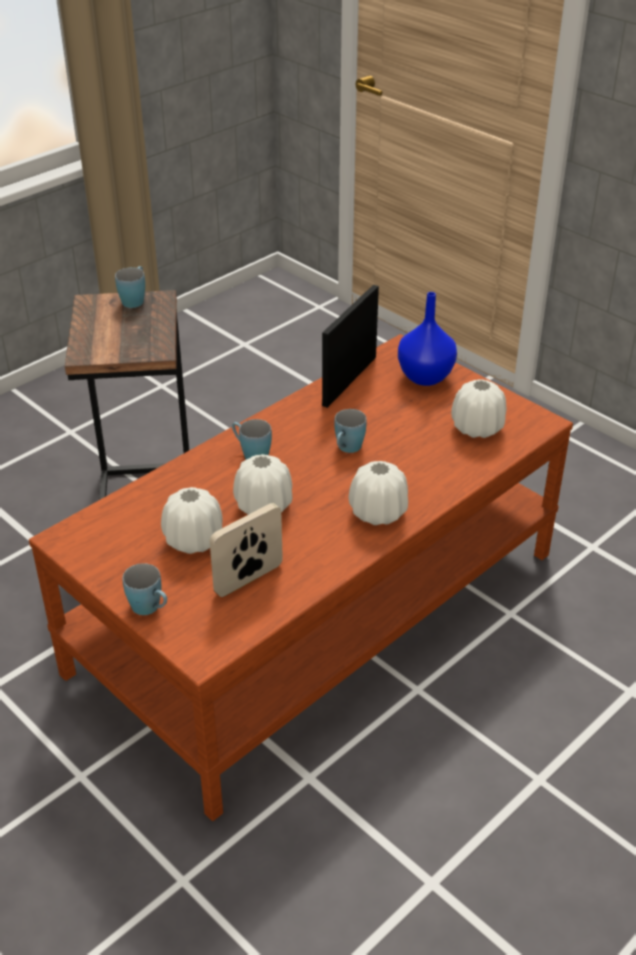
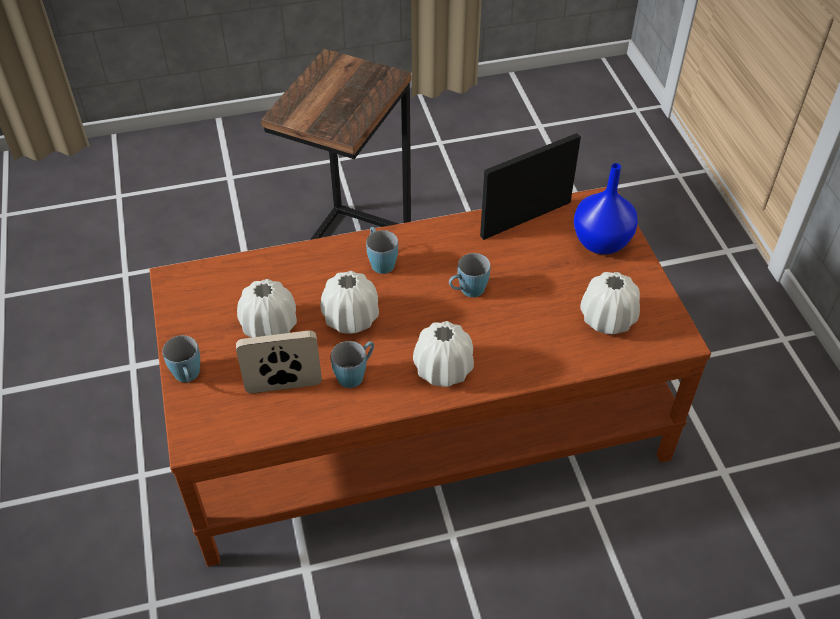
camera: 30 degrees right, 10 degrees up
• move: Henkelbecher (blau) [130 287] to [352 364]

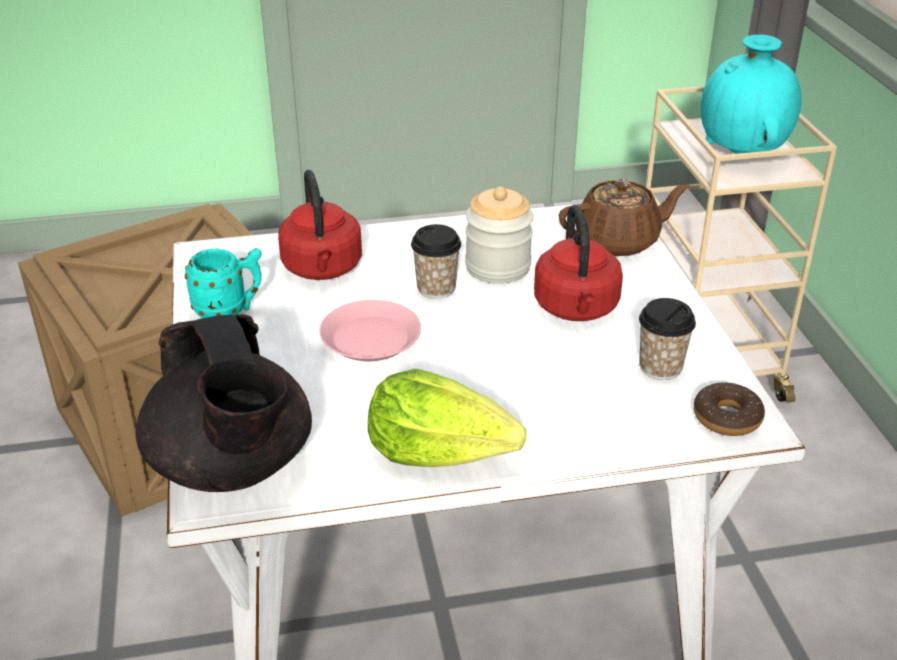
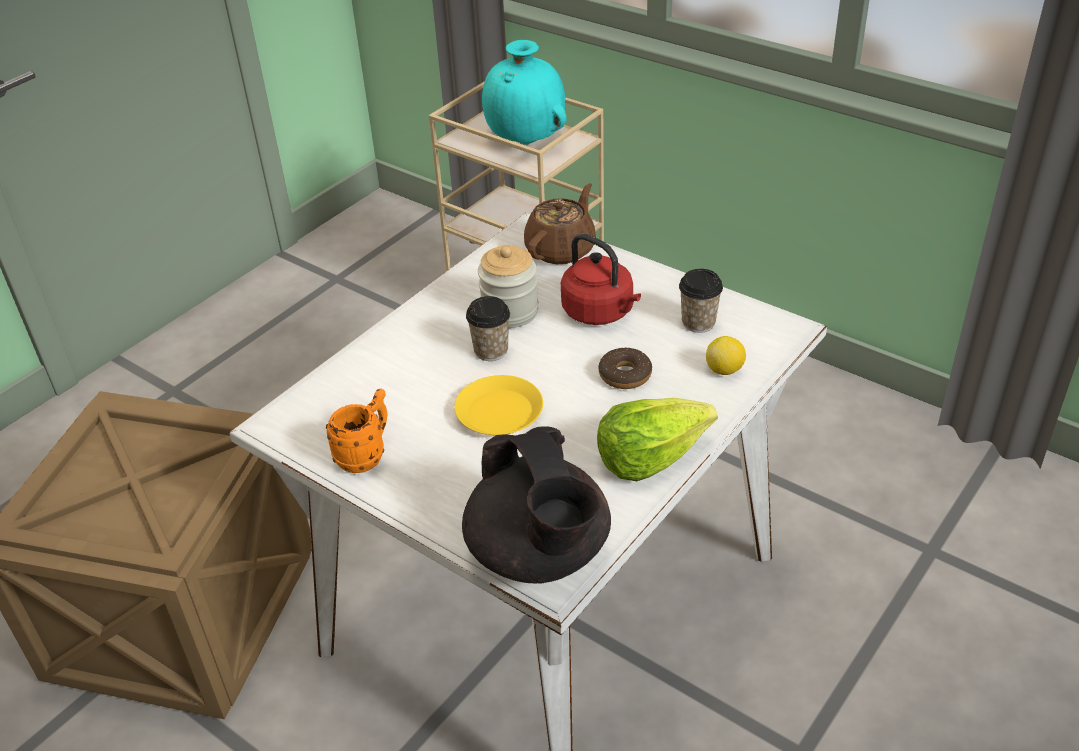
camera: 40 degrees left, 5 degrees up
• delete: Wasserkessel (rot) [320 225]
• insert: Zitrone [726 355]
• move: Donut [729 409] to [625 368]
• recolor: Henkelbecher (türkis) [223 283] to Henkelbecher (orange) [357 431]
• recolor: Teller (rosa) [370 330] to Teller (gelb) [498 405]
• rotate: Teekanne (schwarz) [224 403] = [536 504] 45 degrees clockwise

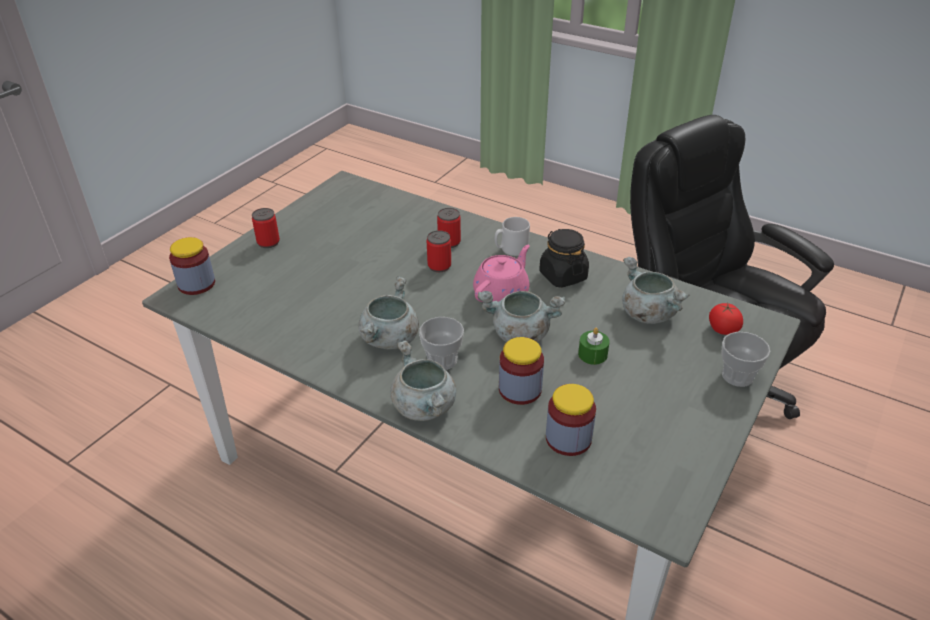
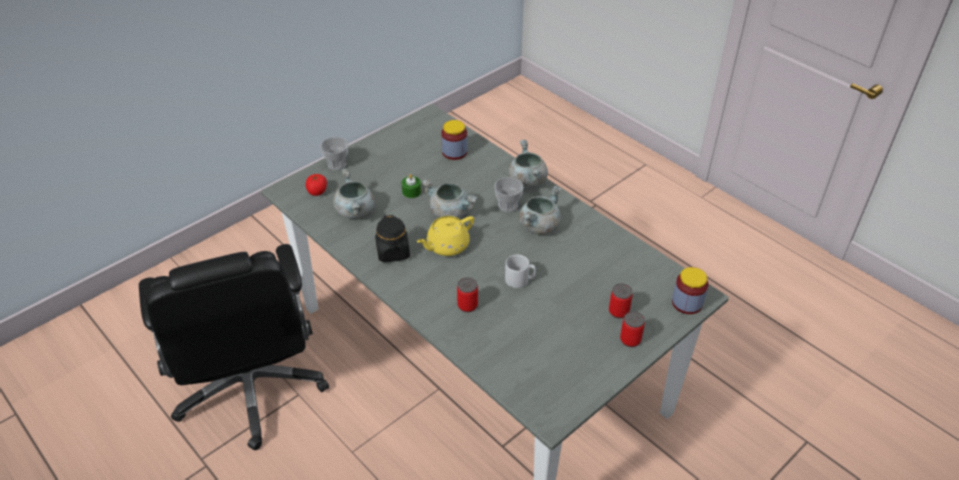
camera: 165 degrees left, 5 degrees up
• delete: Vorratsglas [521 371]
• move: Dose [439 251] to [621 301]
• move: Henkelbecher (grau) [512 236] to [520 271]
• recolor: Teekanne (rosa) [501 273] to Teekanne (gelb) [445 236]

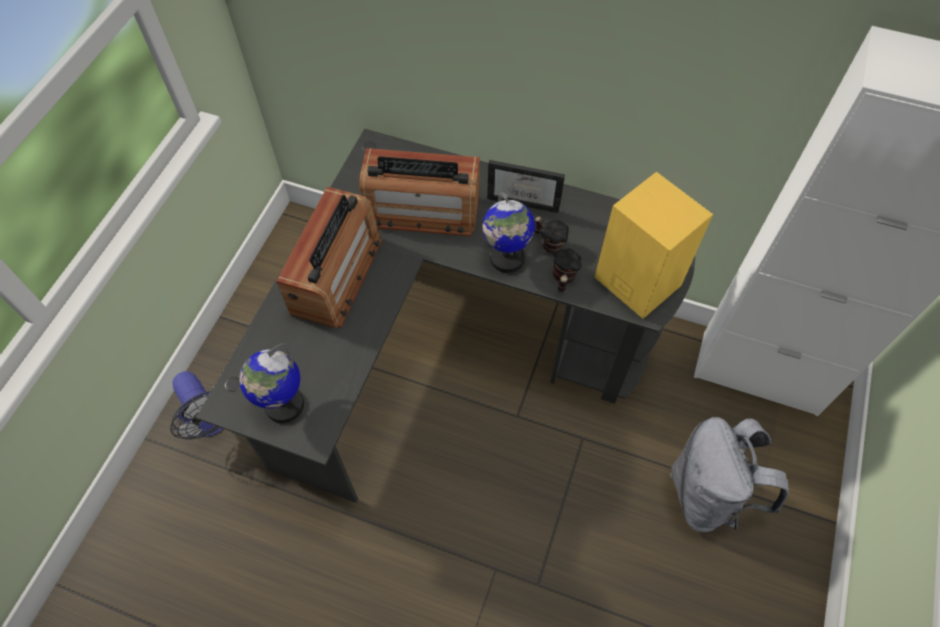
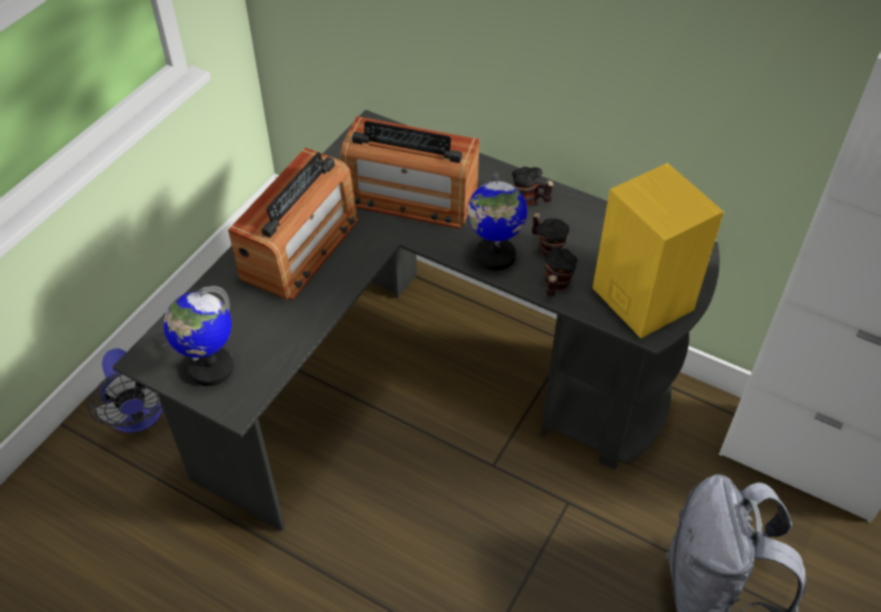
camera: 10 degrees right, 10 degrees down
• replace: Bilderrahmen [526 186] to Henkelbecher [533 186]

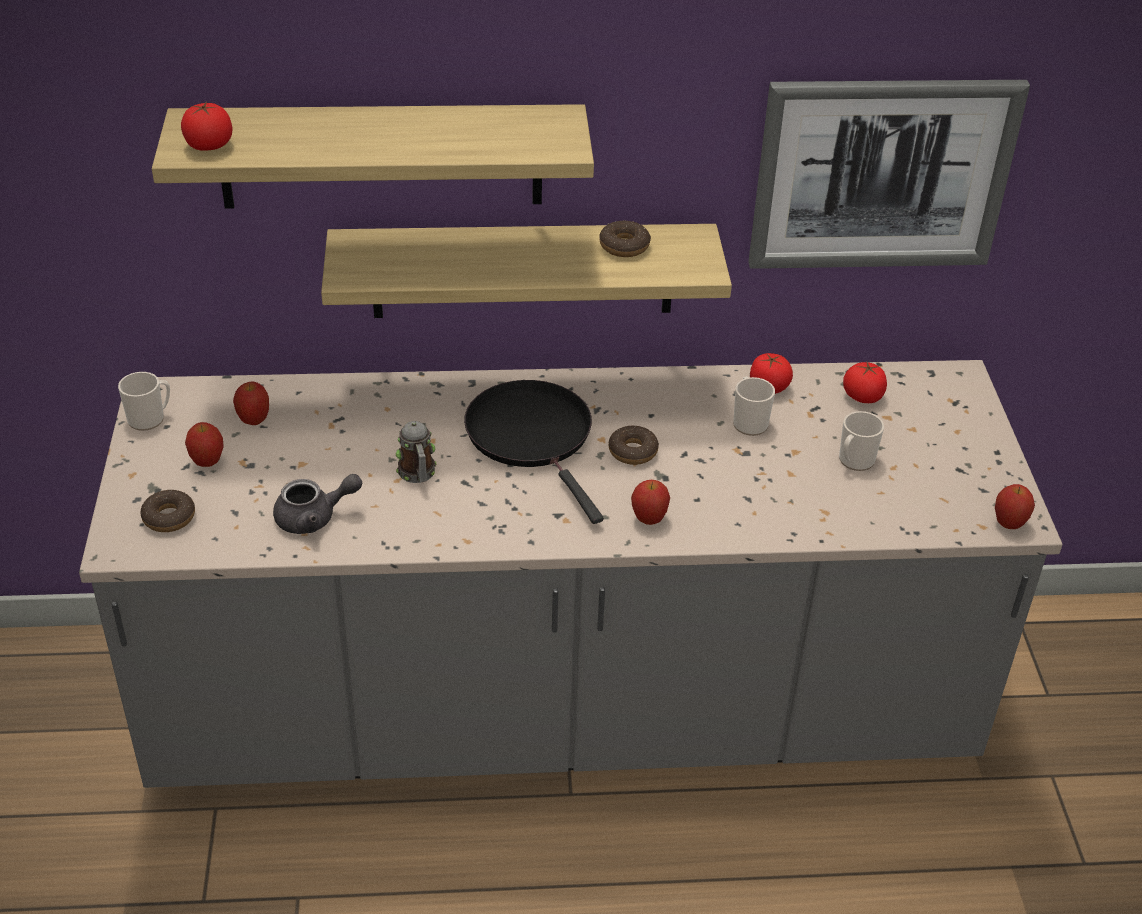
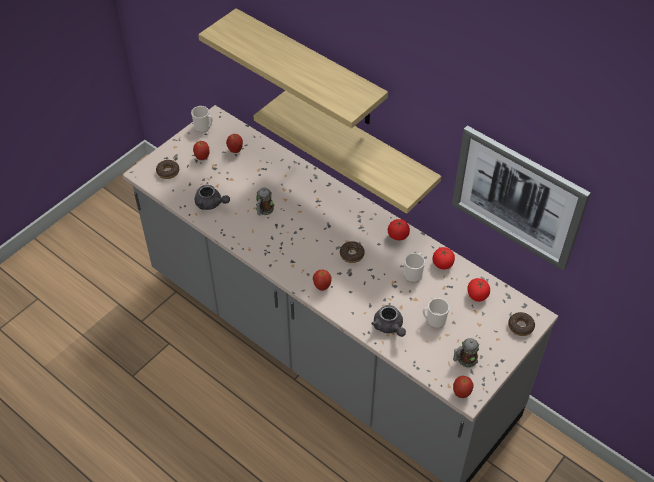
camera: 45 degrees right, 10 degrees up
• delete: Pfanne (schwarz) [534 452]
• insert: Teekanne (grau) [388 321]
• insert: Henkelbecher [466 353]
• move: Tomate [207 126] to [399 229]
• move: Donut [625 238] to [521 324]

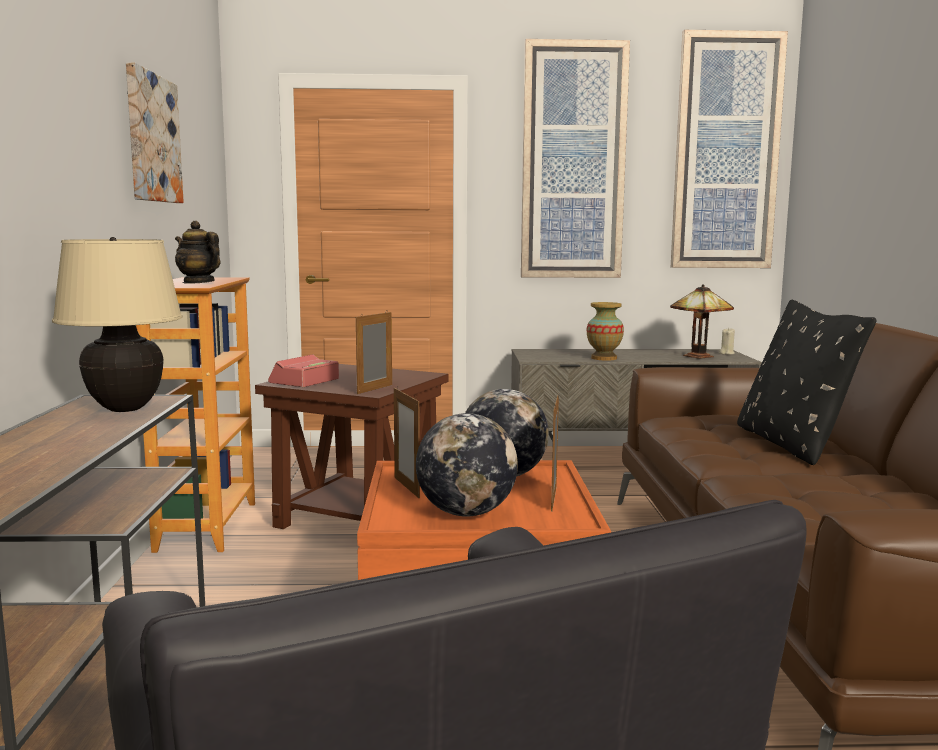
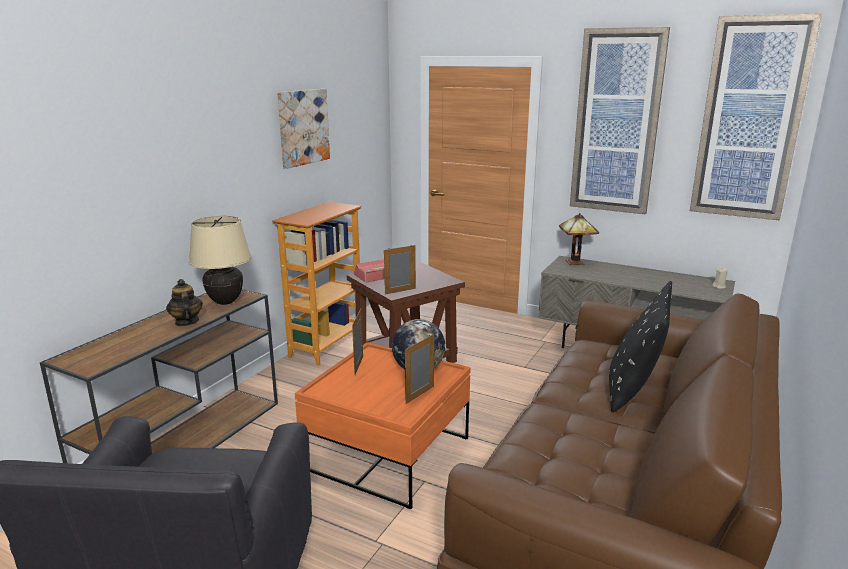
camera: 30 degrees right, 10 degrees up
• delete: Globus [467 465]
• delete: Vase [605 331]
• move: Teekanne [198 252] to [184 302]
• move: Tischlampe [702 321] to [579 239]

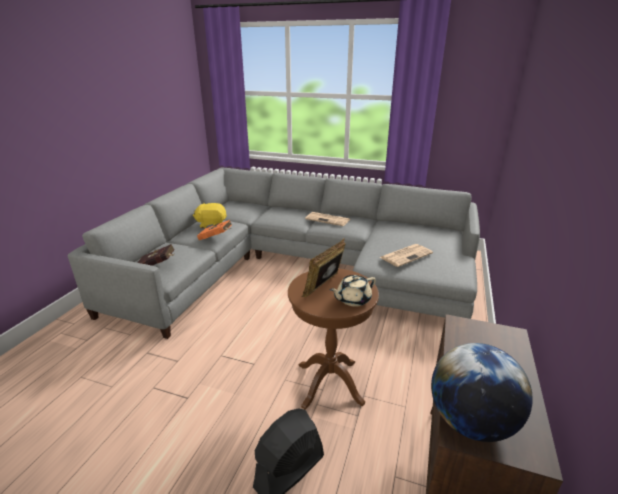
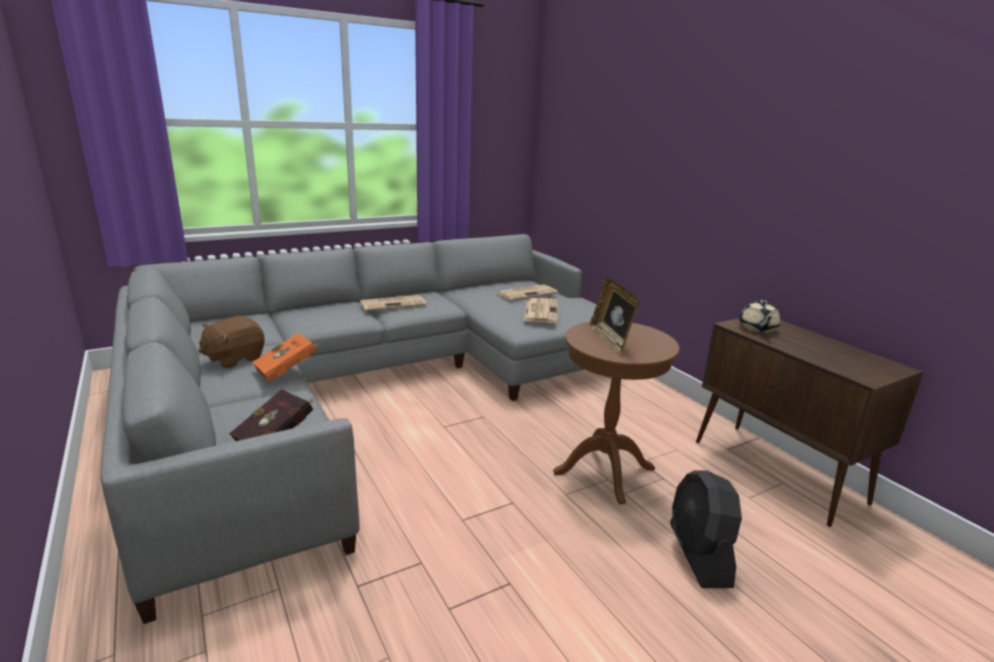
camera: 50 degrees left, 5 degrees down
• delete: Globus [482 392]
• insert: Zeitung [527 293]
• move: Teekanne (beige) [353 291] to [759 316]
• recolor: Plüschtier (gelb) [210 215] to Plüschtier (braun) [232 342]

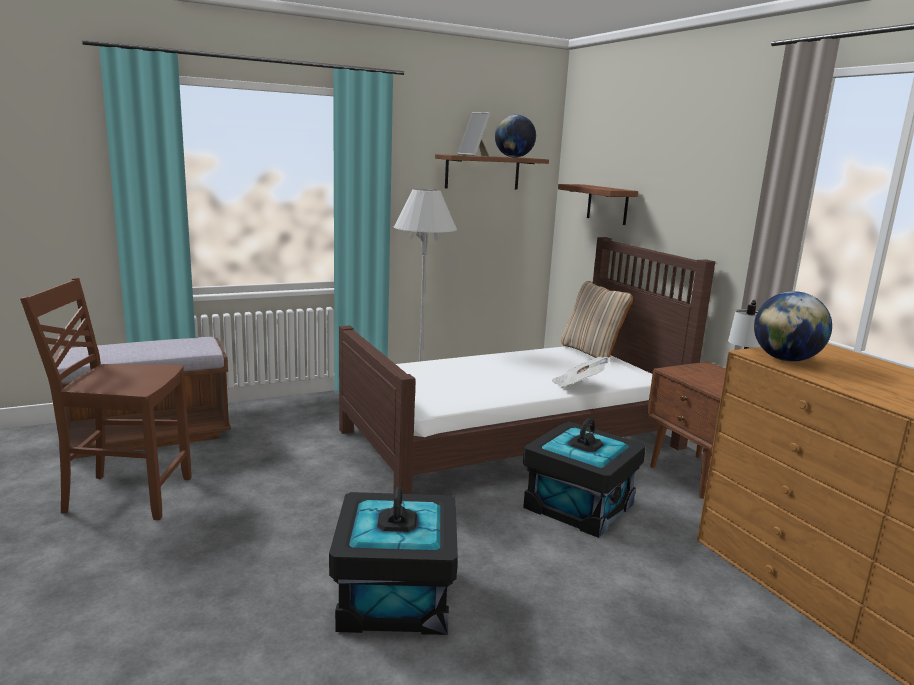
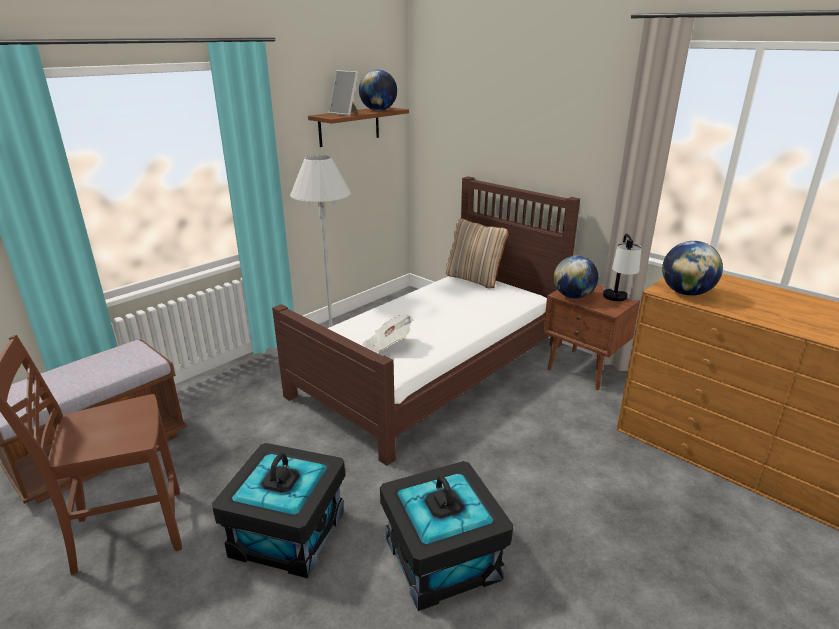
camera: 20 degrees left, 10 degrees up
• delete: Wandregal [598 204]
• insert: Globus [576 277]
• move: Aufbewahrungsbox (schwarz) [584 478] to [278 510]
• move: Zeitung [581 372] to [388 334]

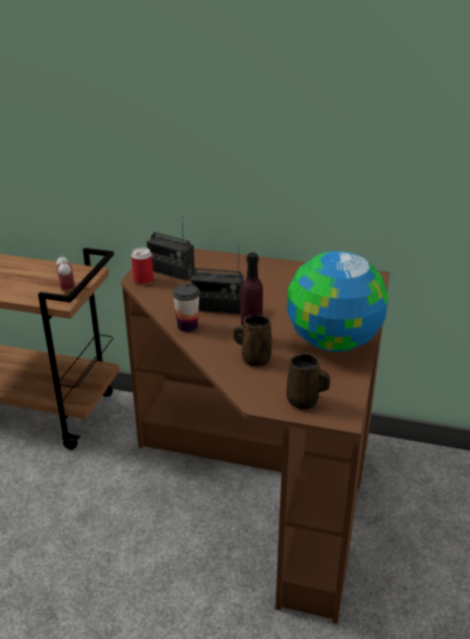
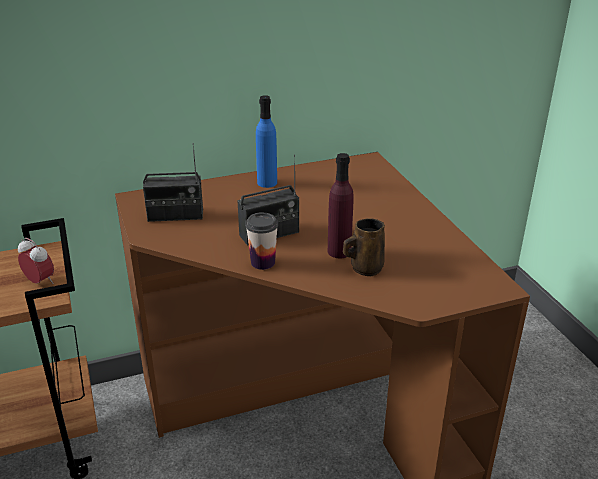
camera: 35 degrees left, 0 degrees up
• delete: Dose [142 266]
• delete: Henkelbecher (braun) [308 381]
• delete: Globus [337 301]
• insert: Flasche (blau) [266 141]

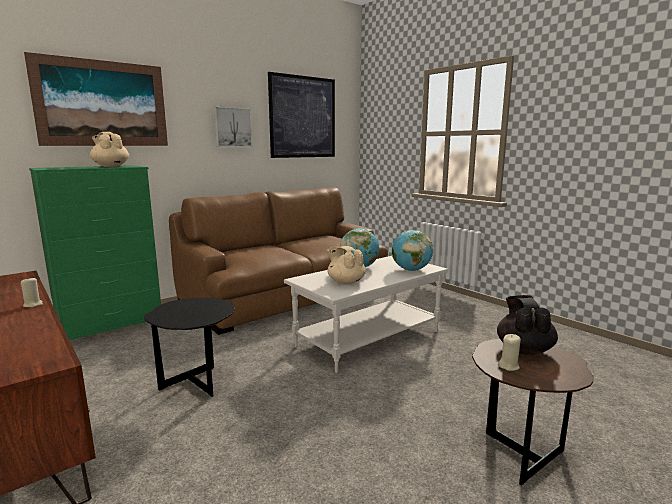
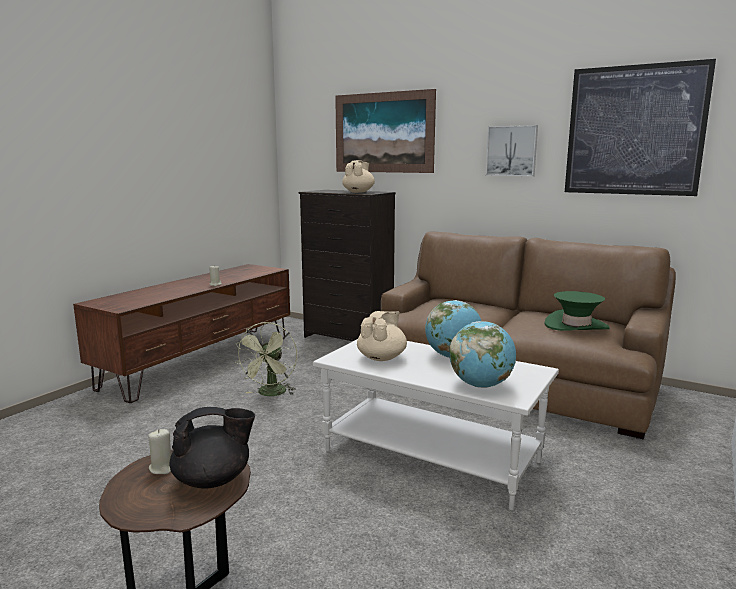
camera: 70 degrees right, 0 degrees up
• insert: Hut (grün) [577 311]
• replace: Beistelltisch (schwarz) [189 347] to Ventilator (grün) [266 359]
• recolor: Kommode (grün) [95 252] to Kommode (schwarz) [347 265]

